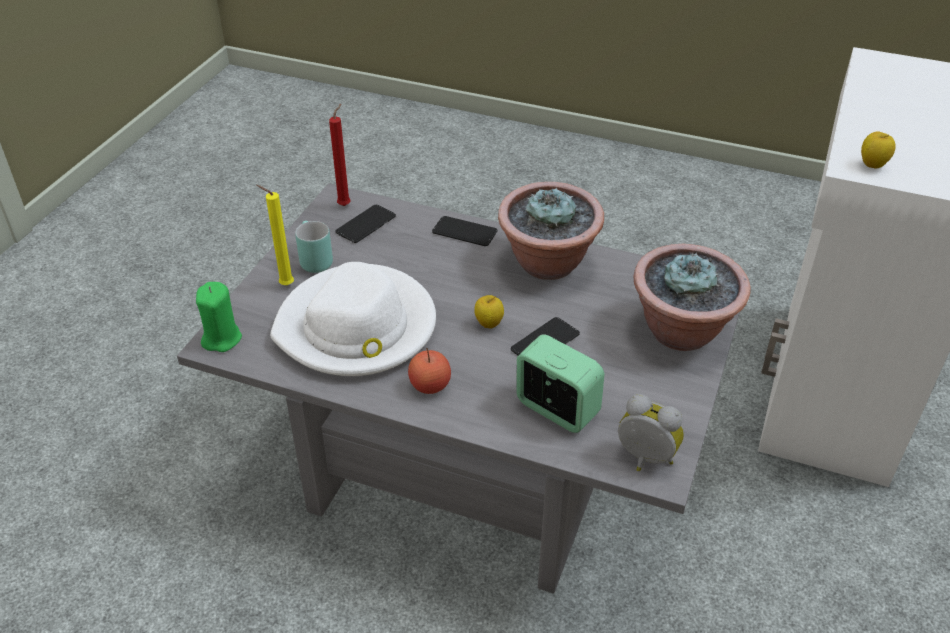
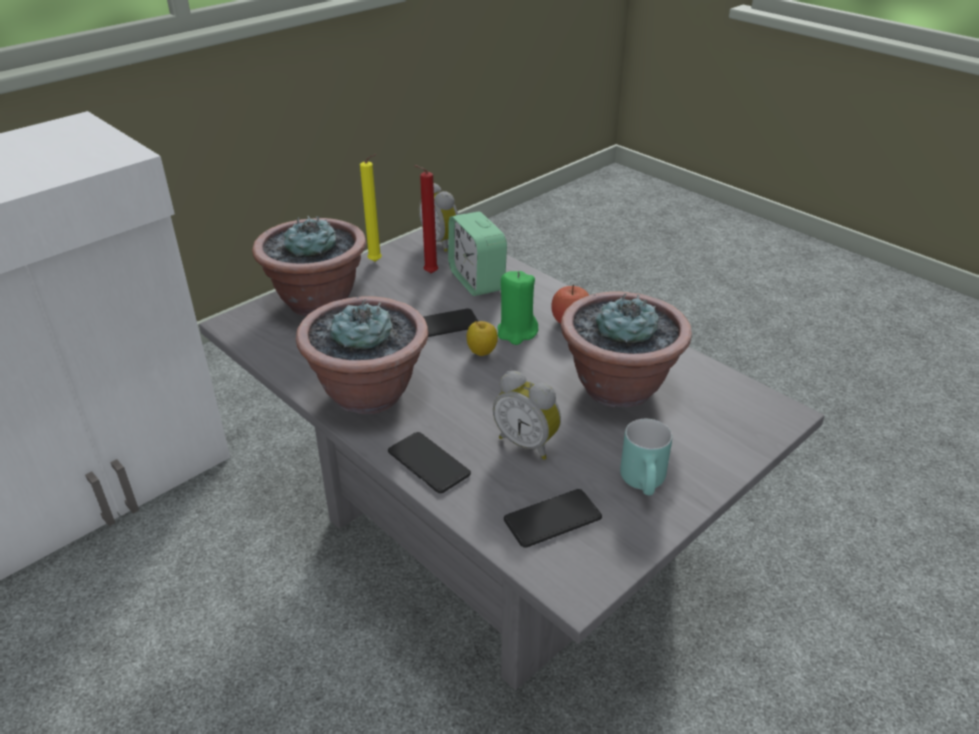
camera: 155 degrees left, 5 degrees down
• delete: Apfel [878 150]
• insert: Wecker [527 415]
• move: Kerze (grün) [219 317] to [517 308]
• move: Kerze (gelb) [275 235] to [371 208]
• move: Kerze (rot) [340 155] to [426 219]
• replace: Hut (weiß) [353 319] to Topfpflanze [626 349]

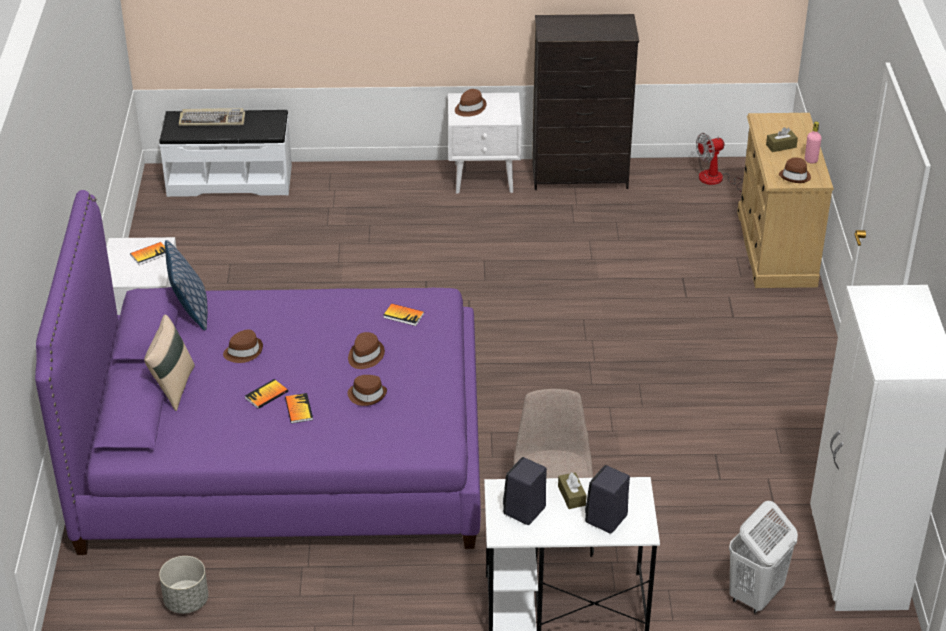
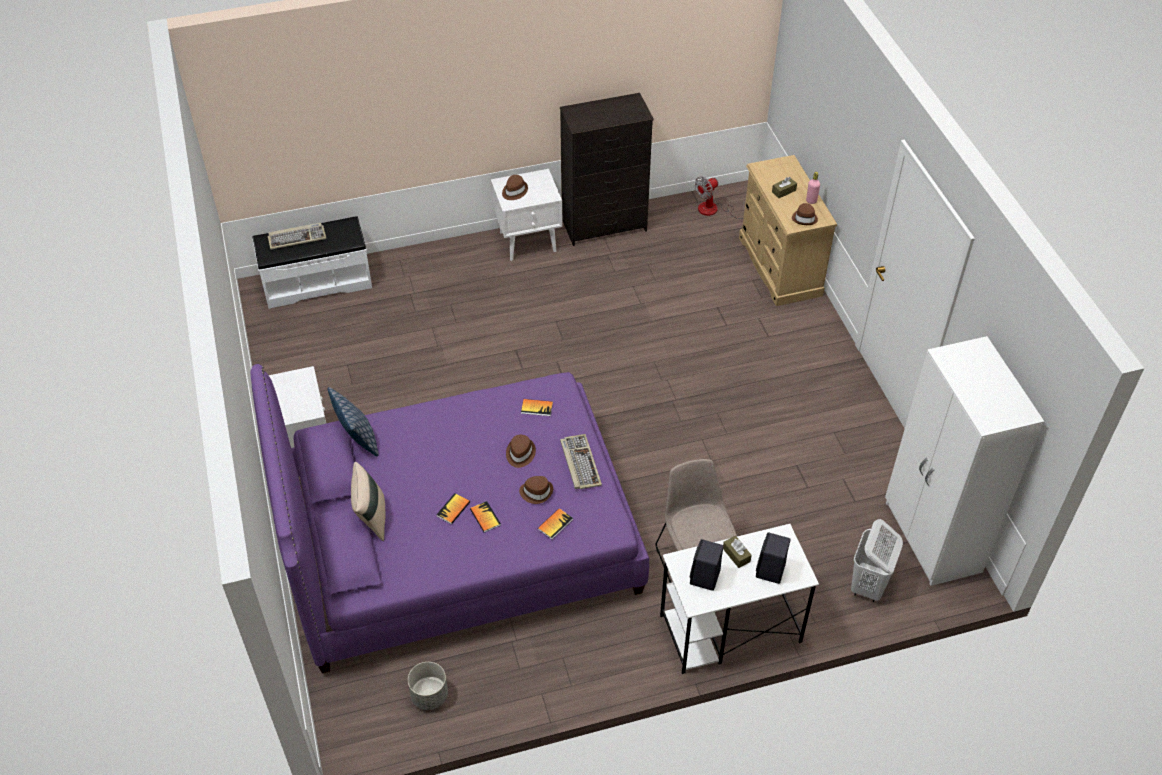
camera: 15 degrees left, 10 degrees up
• delete: Hut (braun) [243 346]
• insert: Tastatur [581 461]
• move: Buch [148 253] to [555 523]

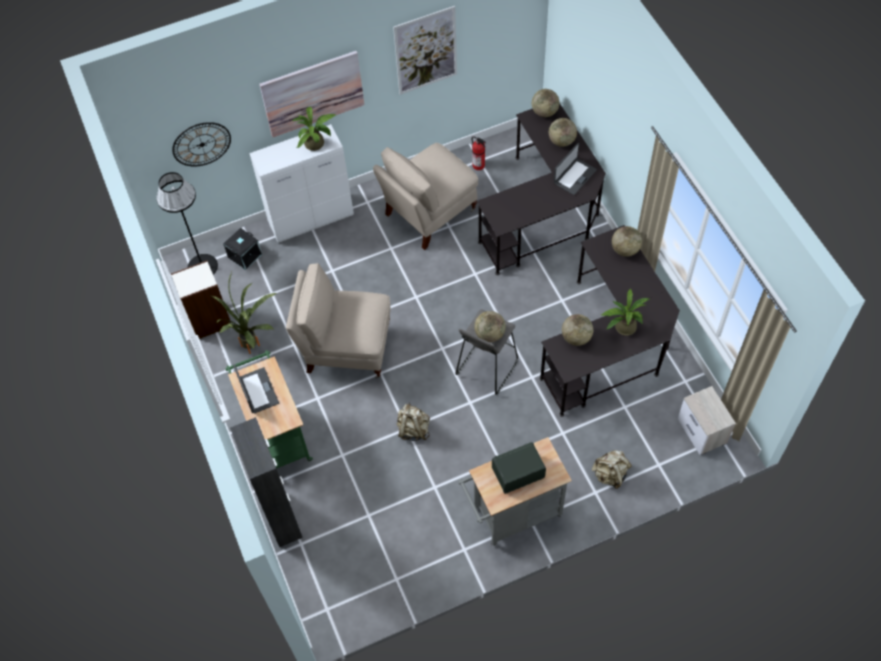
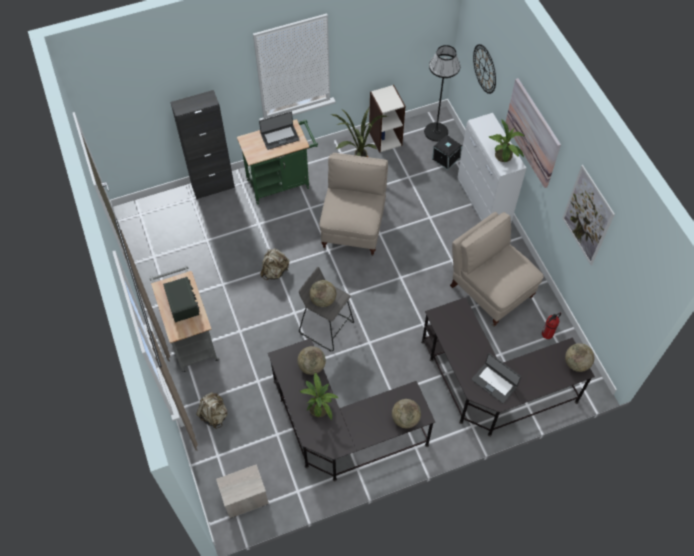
camera: 90 degrees right, 0 degrees up
• delete: Globus [563 132]

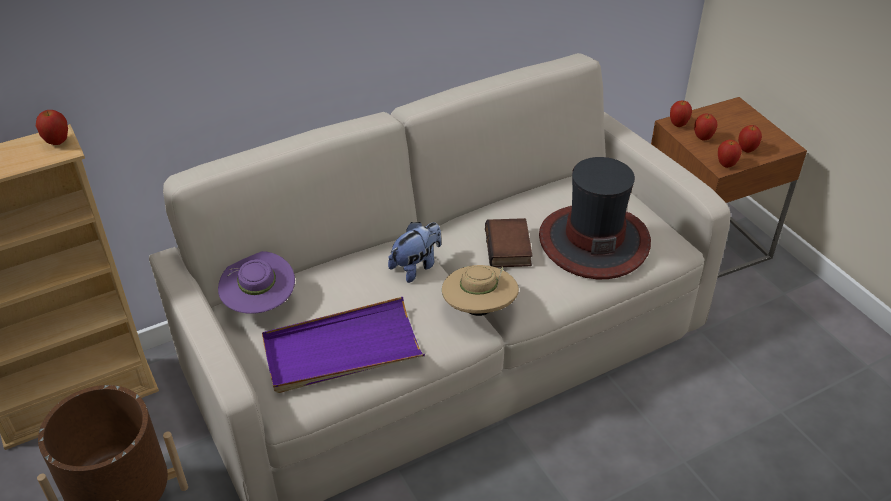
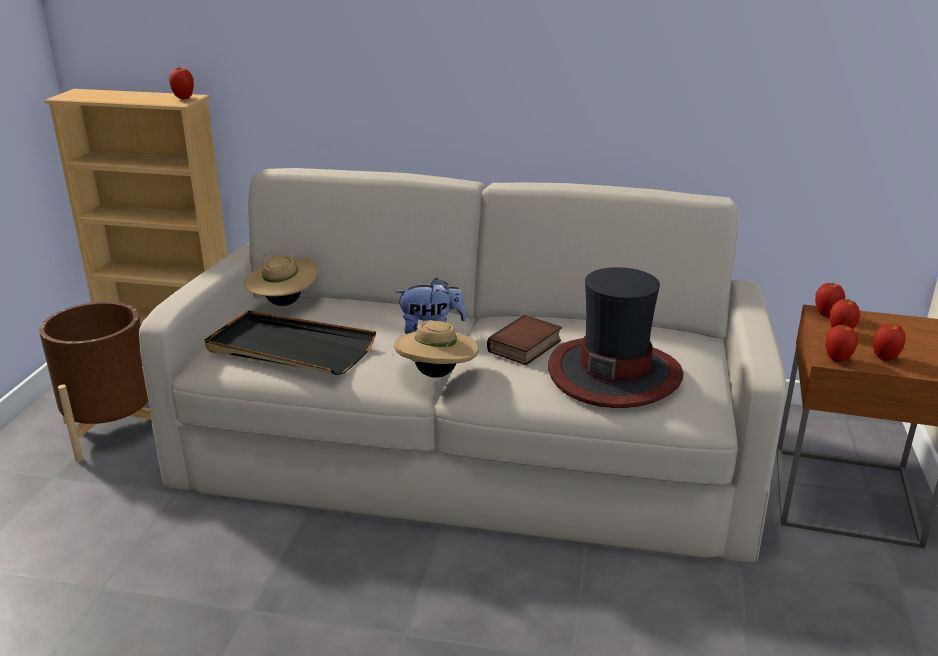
camera: 40 degrees right, 15 degrees down
• recolor: Hut (lila) [256 282] to Hut (beige) [281 280]
• recolor: Tablett (lila) [343 345] to Tablett (schwarz) [290 342]

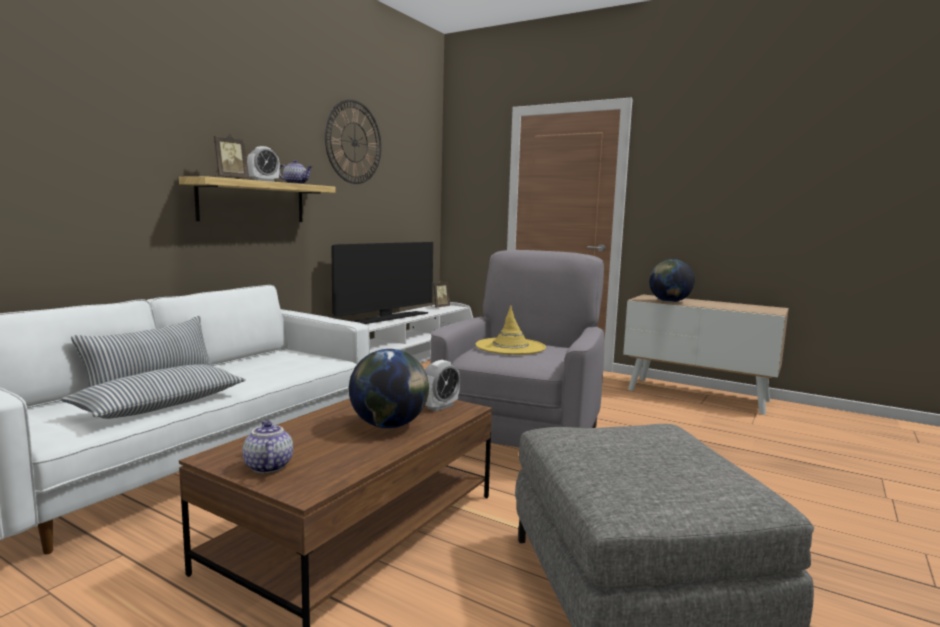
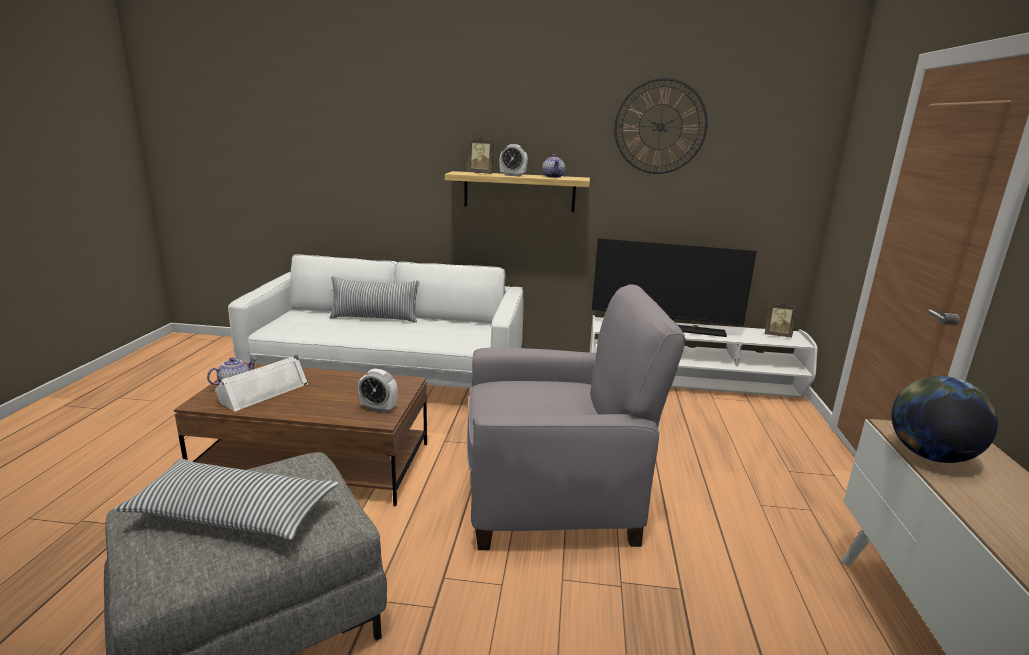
camera: 65 degrees right, 10 degrees up
• delete: Globus [389 388]
• delete: Hut (gelb) [510 330]
• insert: Lautsprecher (weiß) [261 383]
• move: Kissen [153 391] to [226 499]

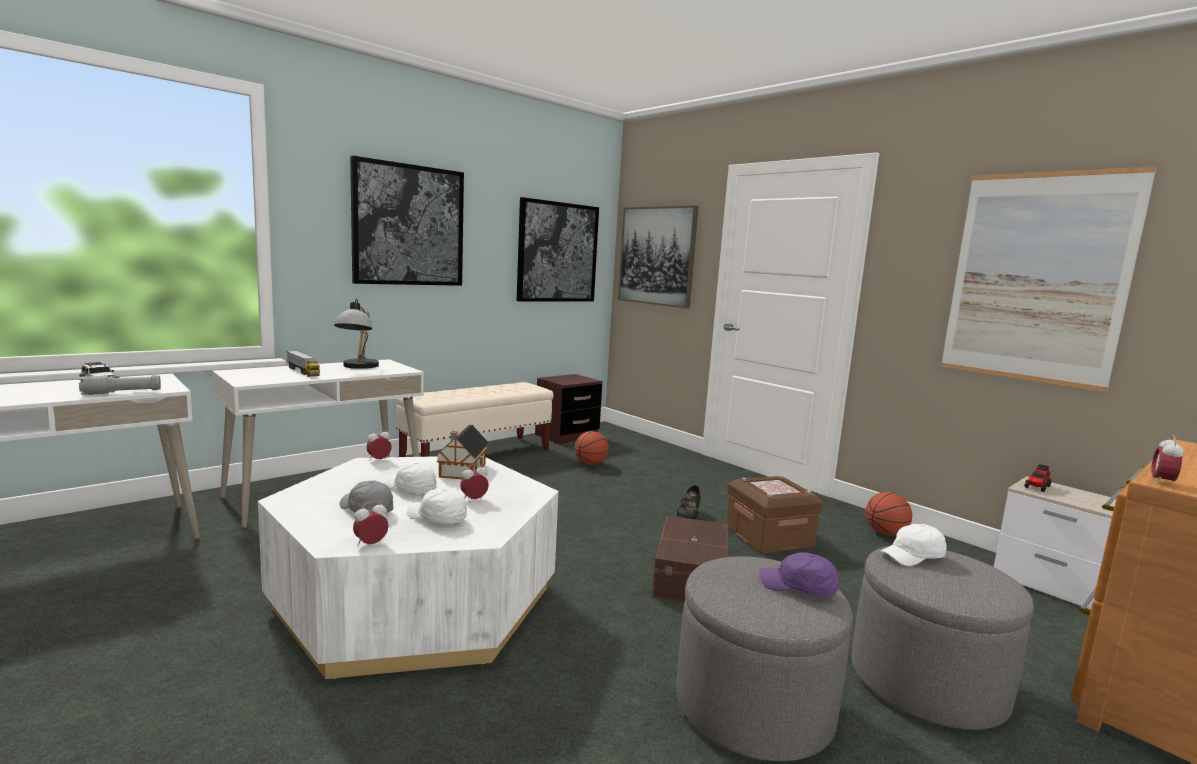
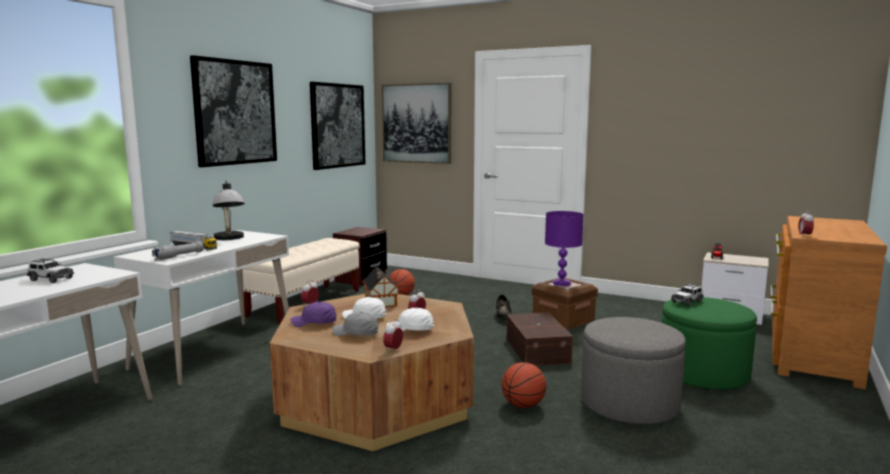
camera: 20 degrees left, 0 degrees up
• delete: Bild [1049 279]
• insert: Tischlampe (lila) [564 248]
• move: Taschenlampe (grau) [120 385] to [178 251]
• move: Kappe (lila) [799 574] to [314 314]
• move: Basketball [888 514] to [523 385]
• replace: Kappe (weiß) [913 545] to Spielzeugauto [687 295]
• recolor: Couchtisch (weiß) [408 567] to Couchtisch (braun) [371 372]
• recolor: Polsterhocker (grau) [942 638] to Polsterhocker (grün) [709 343]

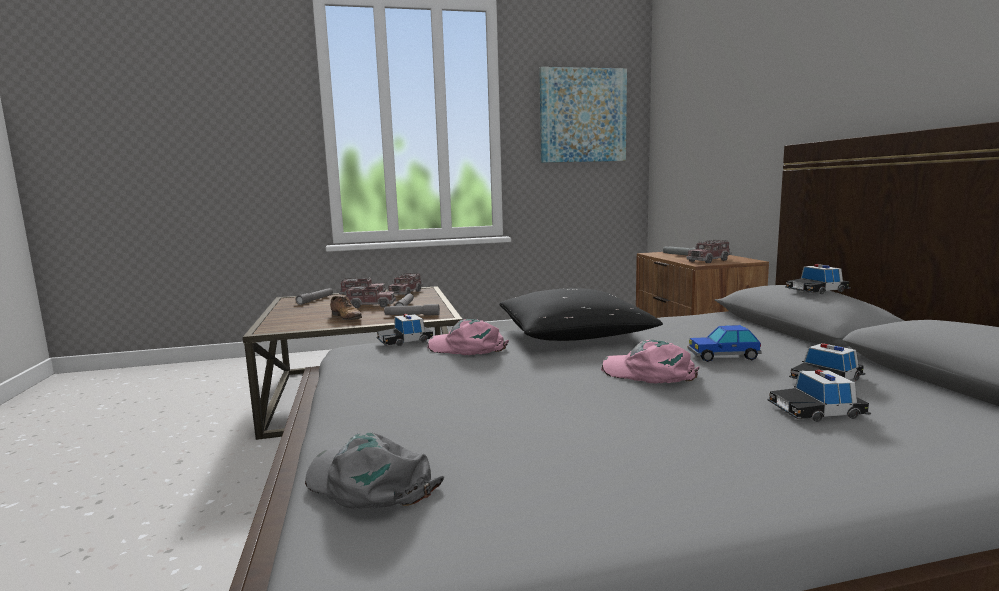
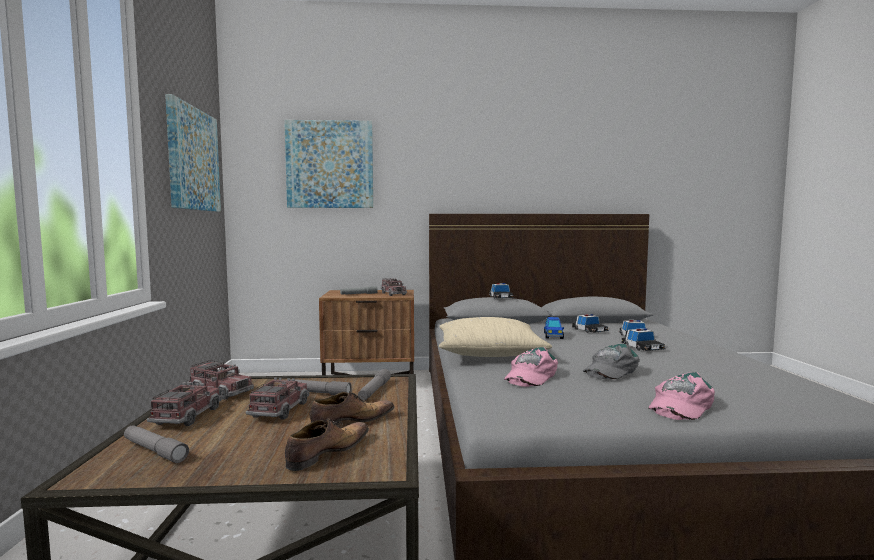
camera: 80 degrees left, 5 degrees down
• insert: Bild [328 164]
• insert: Schuh [327 444]
• move: Kappe (grau) [374 470] to [611 361]
• move: Spielzeugauto [405 330] to [643 339]
• move: Kappe (rosa) [650 362] to [681 396]
• recolor: Kissen (schwarz) [581 314] to Kissen (beige) [495 337]

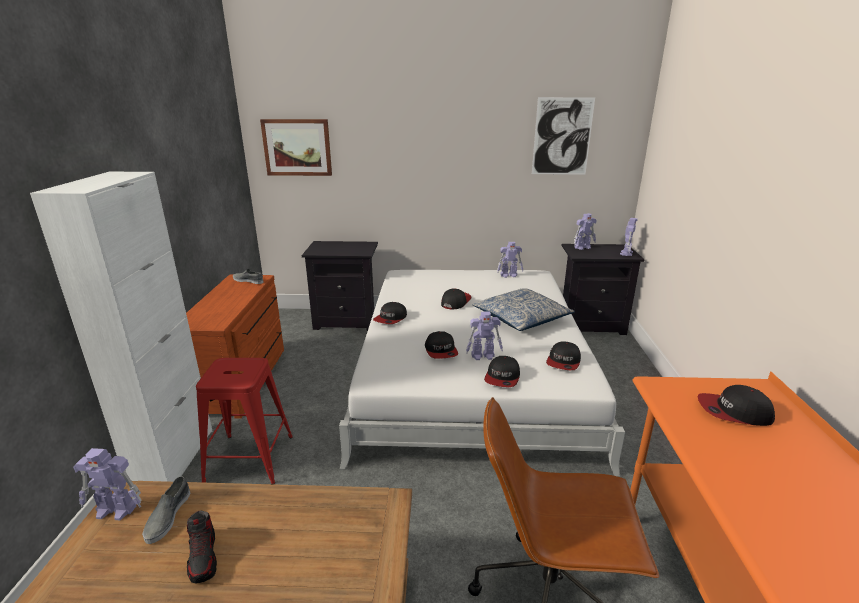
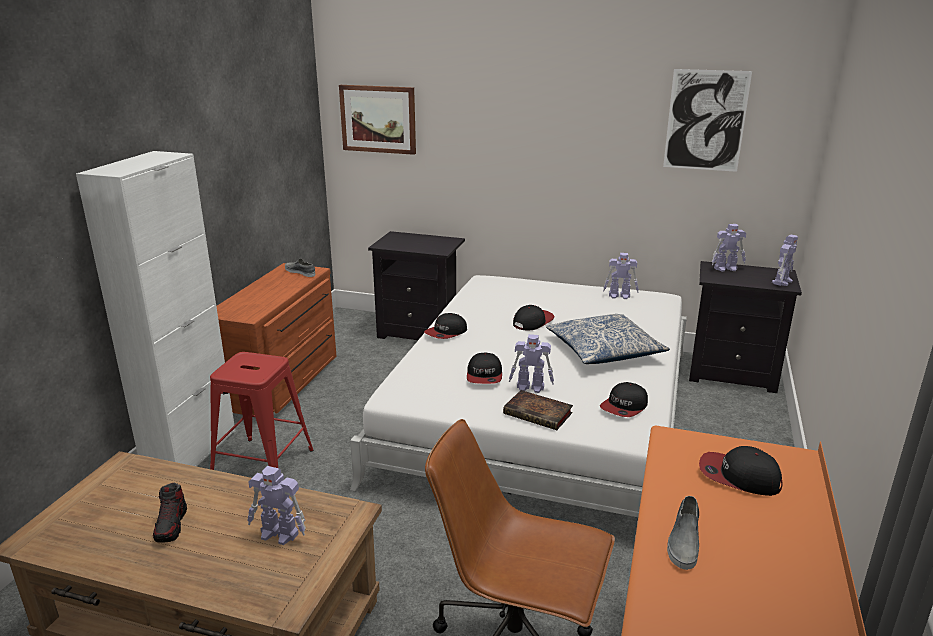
camera: 15 degrees right, 0 degrees up
• move: Spielzeugroboter [107 484] to [276 505]
• move: Schuh (grau) [166 510] to [683 533]
• replace: Kappe [502 371] to Buch [538 410]

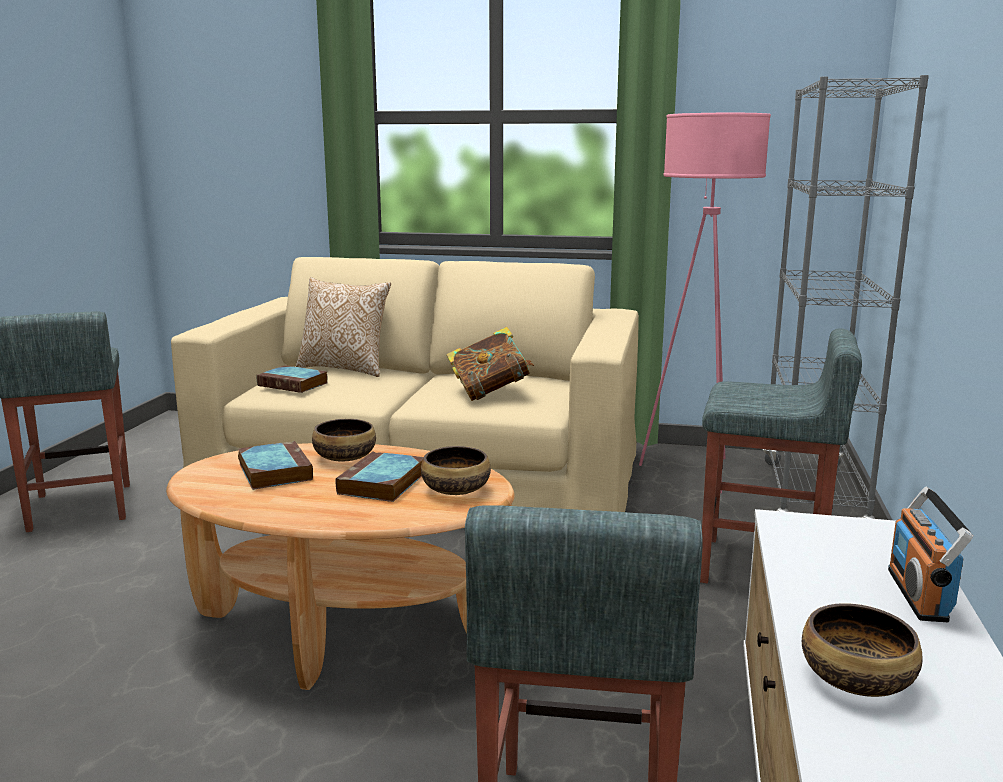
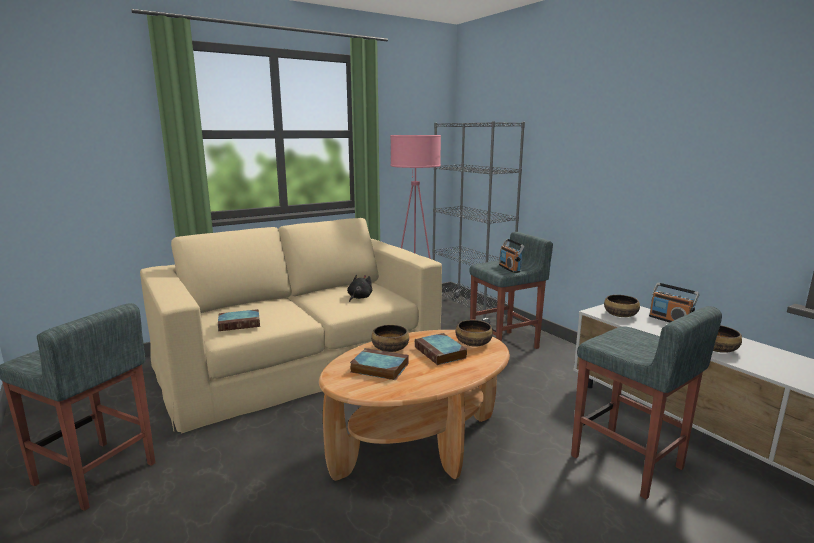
camera: 45 degrees left, 0 degrees up
• delete: Kissen [343 327]
• insert: Radio [512 256]
• insert: Schüssel [622 306]
• replace: Buch [490 364] to Plüschtier (schwarz) [359 288]

